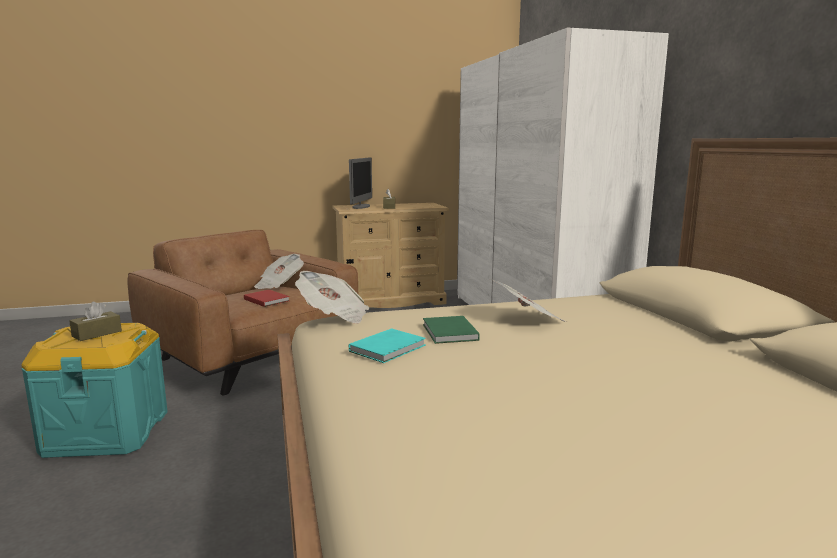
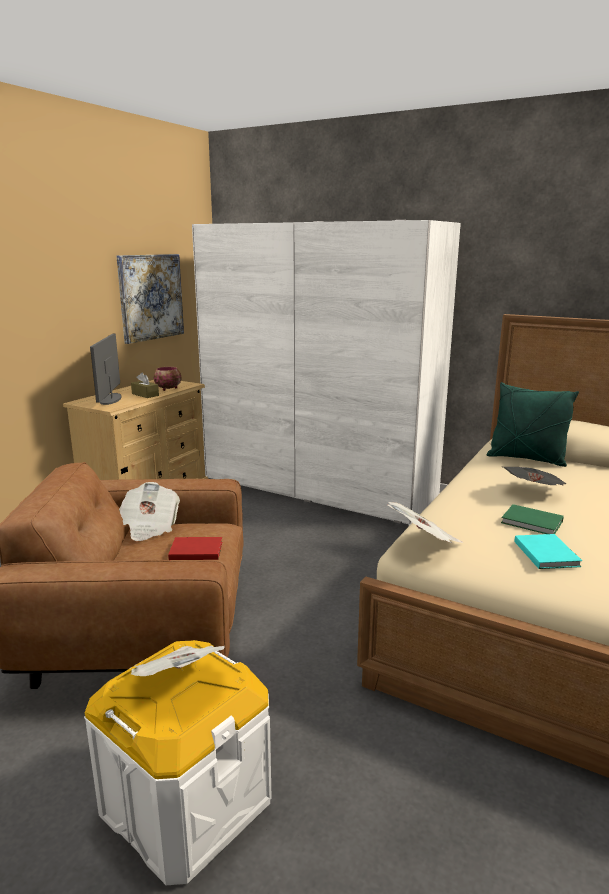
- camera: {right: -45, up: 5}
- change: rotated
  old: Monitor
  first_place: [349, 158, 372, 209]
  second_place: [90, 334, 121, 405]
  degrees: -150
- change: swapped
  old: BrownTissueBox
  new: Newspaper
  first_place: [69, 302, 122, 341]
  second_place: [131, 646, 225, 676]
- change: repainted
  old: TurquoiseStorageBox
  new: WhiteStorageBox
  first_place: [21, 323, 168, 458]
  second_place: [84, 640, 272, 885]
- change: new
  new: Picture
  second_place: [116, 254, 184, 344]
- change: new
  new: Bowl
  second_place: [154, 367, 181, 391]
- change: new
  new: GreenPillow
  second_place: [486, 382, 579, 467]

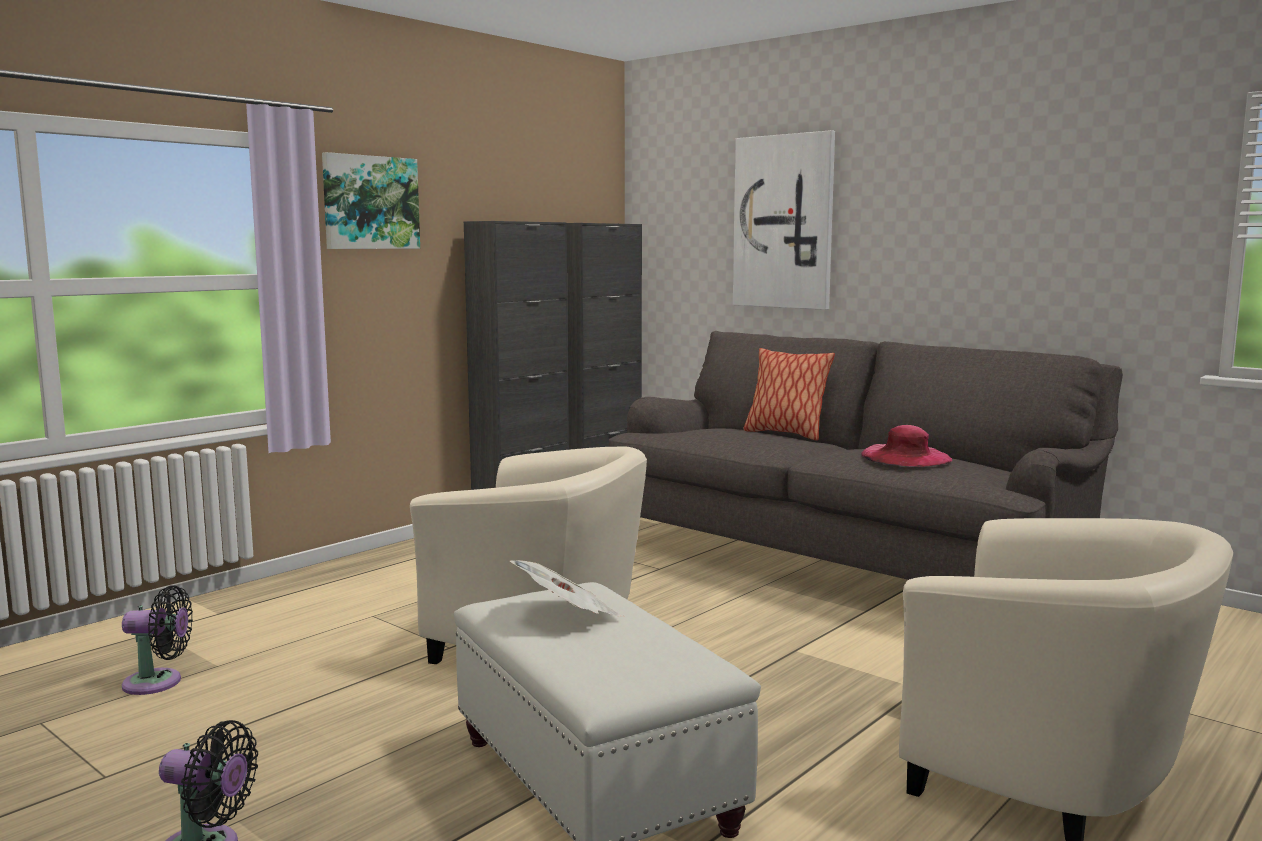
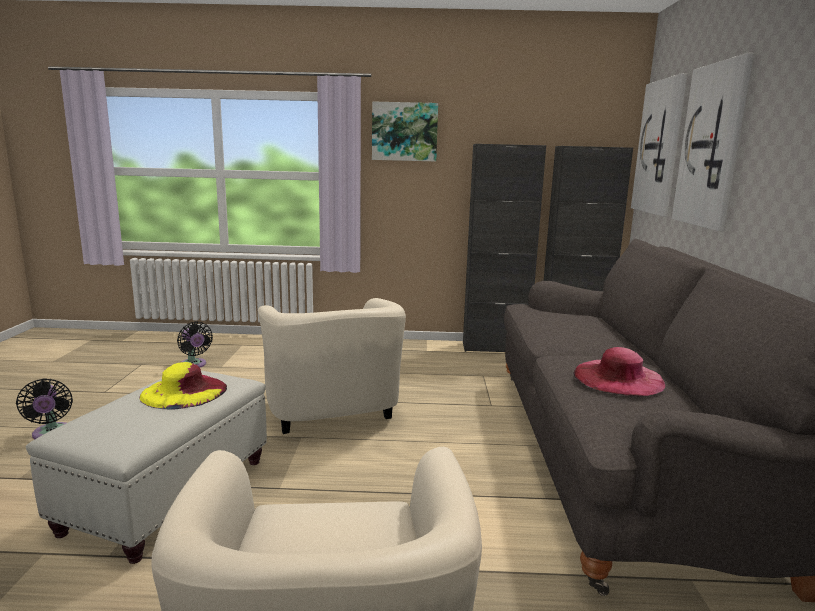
- camera: {right: 50, up: 5}
- change: gone
  old: Pillow
  first_place: [744, 348, 835, 441]
- change: swapped
  old: Newspaper
  new: YellowHat
  first_place: [509, 560, 624, 617]
  second_place: [139, 362, 227, 410]
- change: new
  new: Picture
  second_place: [631, 73, 688, 216]

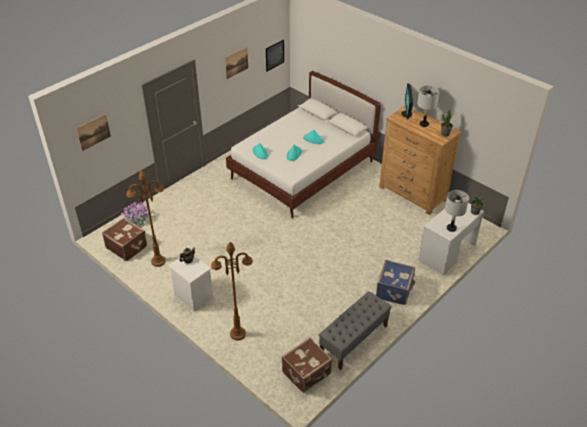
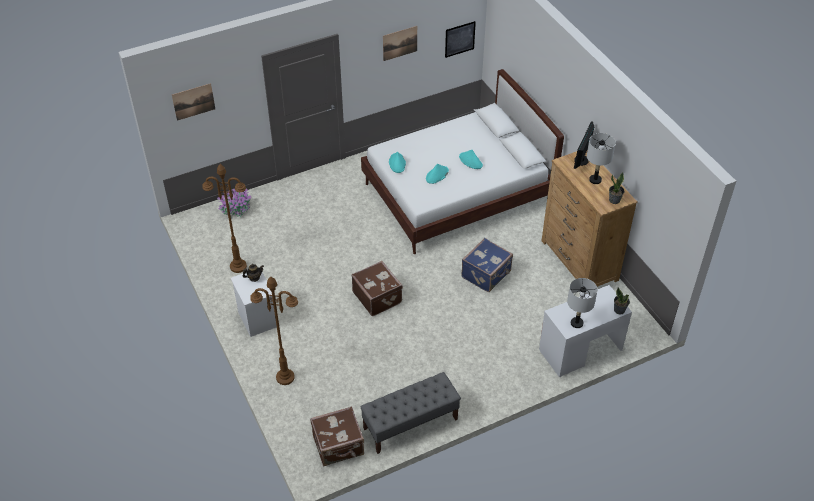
- camera: {right: 20, up: 5}
- change: shifted
  old: BrownSuitcase
  first_place: [102, 218, 147, 261]
  second_place: [352, 261, 403, 316]
- change: shifted
  old: BlueSuitcase
  first_place: [376, 260, 415, 305]
  second_place: [461, 238, 513, 292]

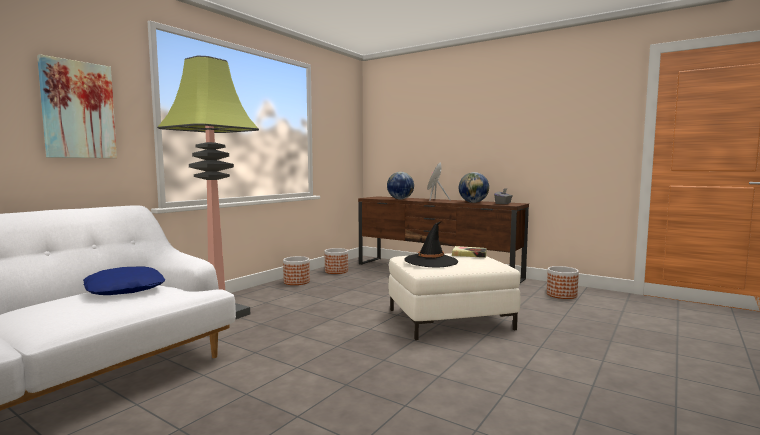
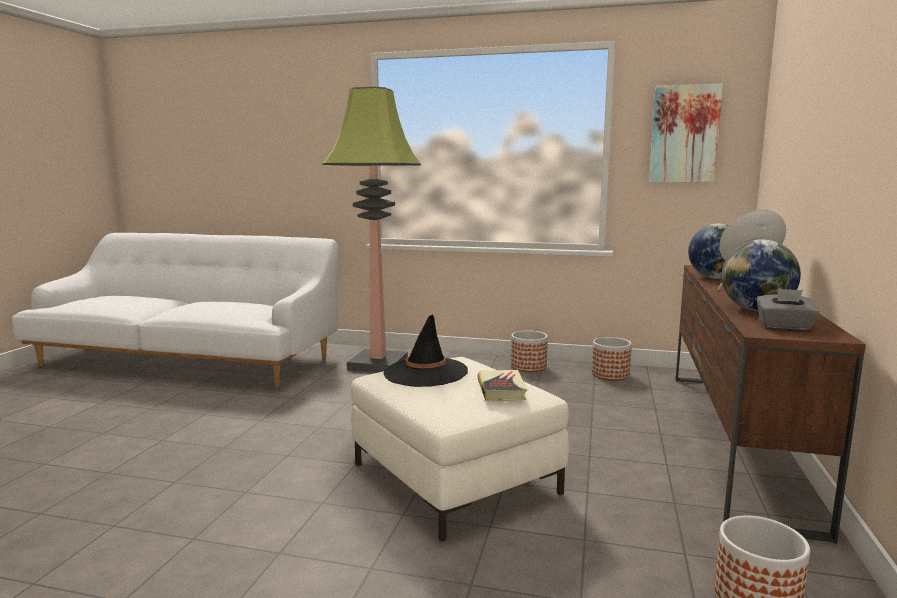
- camera: {right: 70, up: 5}
- change: shifted
  old: Picture
  first_place: [37, 54, 117, 158]
  second_place: [649, 83, 723, 183]
- change: gone
  old: BluePillow
  first_place: [83, 266, 165, 295]

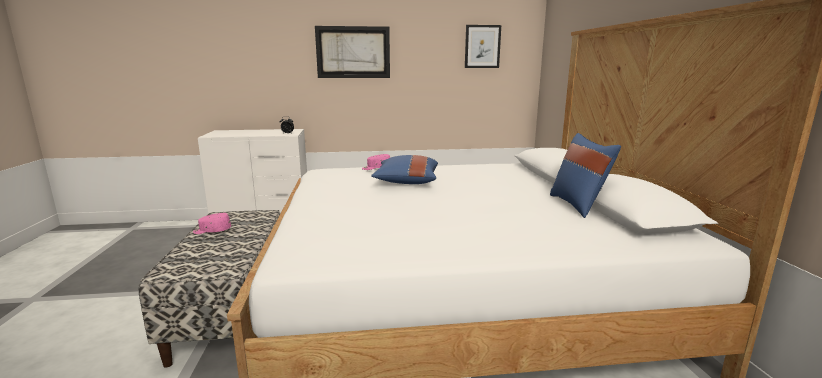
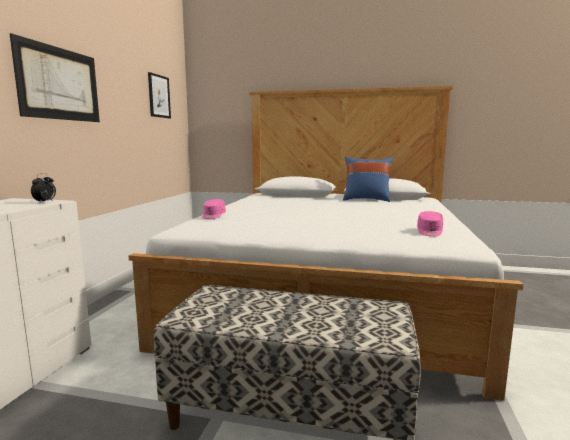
- camera: {right: -70, up: -5}
- change: gone
  old: BluePillow
  first_place: [371, 155, 438, 184]
- change: shifted
  old: PinkCap
  first_place: [193, 213, 231, 234]
  second_place: [417, 211, 443, 236]

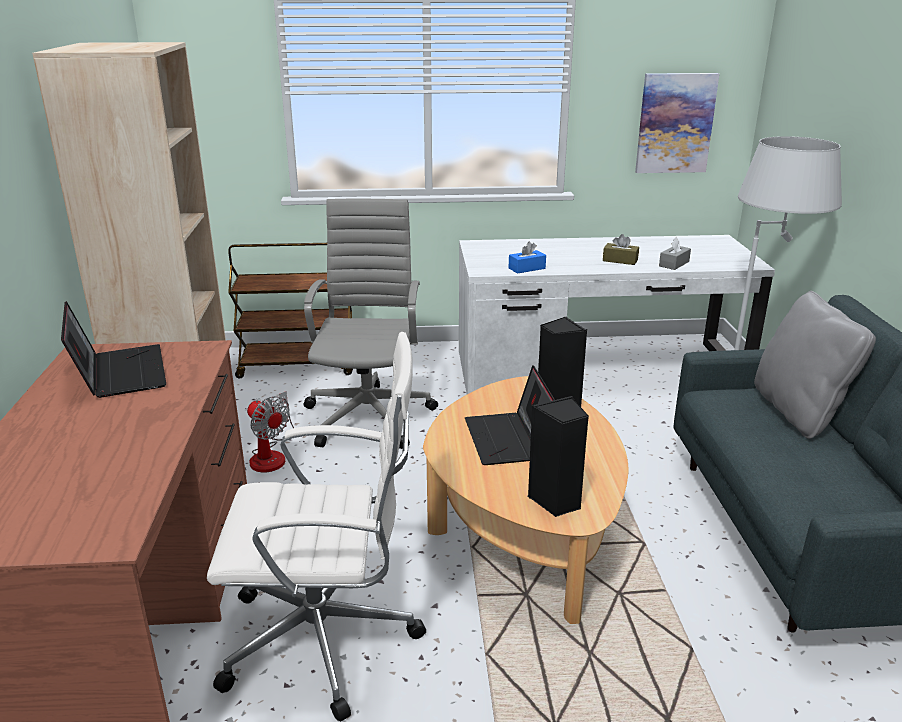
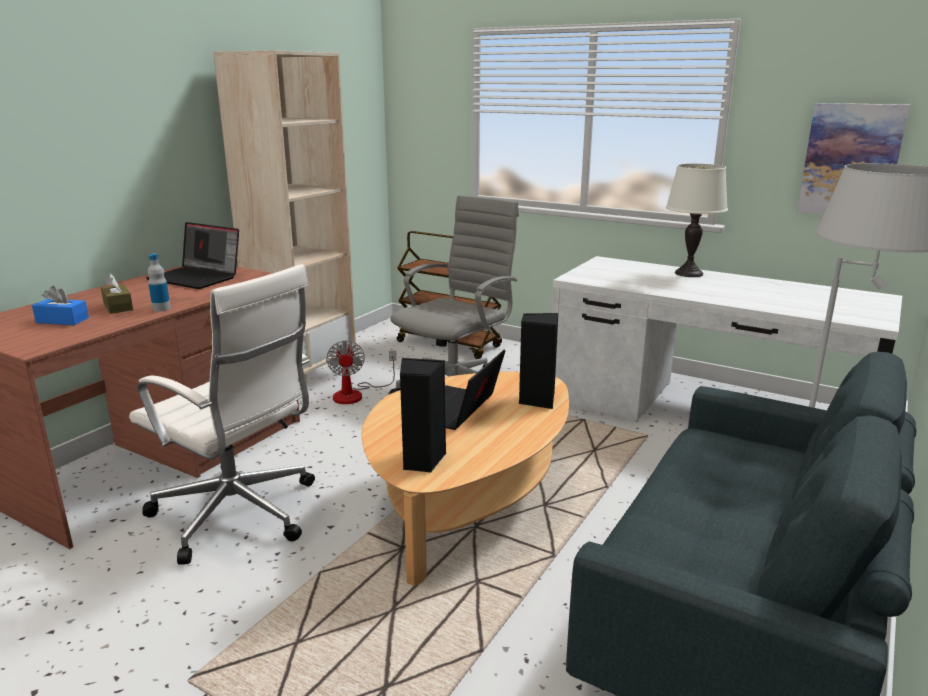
- camera: {right: 35, up: -5}
- change: shifted
  old: BrownTissueBox
  first_place: [603, 234, 639, 265]
  second_place: [101, 273, 133, 314]
- change: gone
  old: GreyTissueBox
  first_place: [659, 237, 691, 270]
- change: shifted
  old: BlueTissueBox
  first_place: [509, 242, 546, 274]
  second_place: [32, 286, 89, 325]
- change: gone
  old: GreyPillow
  first_place: [754, 291, 876, 439]
- change: rotated
  old: Laptop
  first_place: [61, 301, 166, 398]
  second_place: [146, 222, 239, 289]
  degrees: 105
- change: new
  new: WhiteTableLamp
  second_place: [666, 164, 728, 277]
- change: new
  new: Bottle
  second_place: [148, 254, 171, 312]

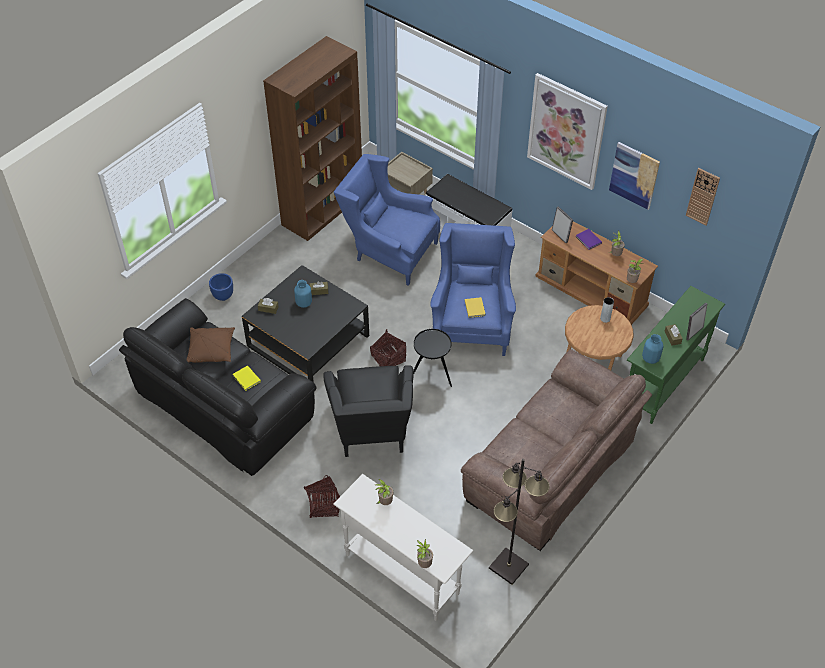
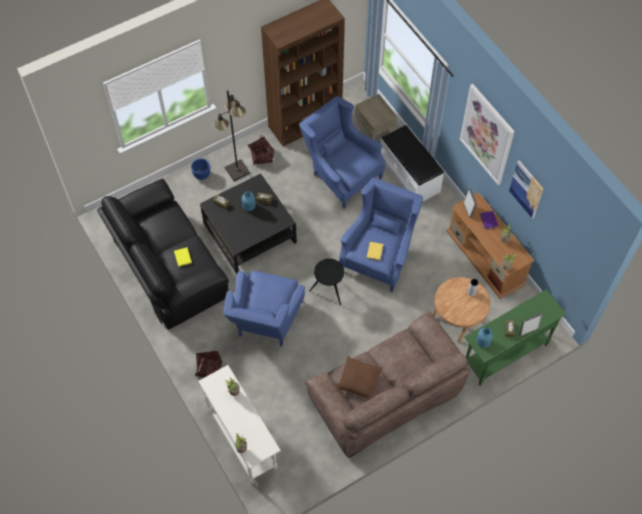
- camera: {right: 20, up: 10}
- change: gone
  old: WallClock
  first_place: [686, 168, 720, 225]
- change: shifted
  old: BrownPillow
  first_place: [186, 327, 235, 363]
  second_place: [337, 356, 383, 399]
- change: shifted
  old: Basket
  first_place: [370, 329, 406, 366]
  second_place: [248, 135, 274, 165]
- change: repainted
  old: BlackArmchair
  new: BlueArmchair
  first_place: [323, 365, 414, 457]
  second_place: [223, 271, 305, 346]
- change: shifted
  old: BlackFloorLamp
  first_place: [489, 459, 549, 585]
  second_place: [214, 90, 250, 181]

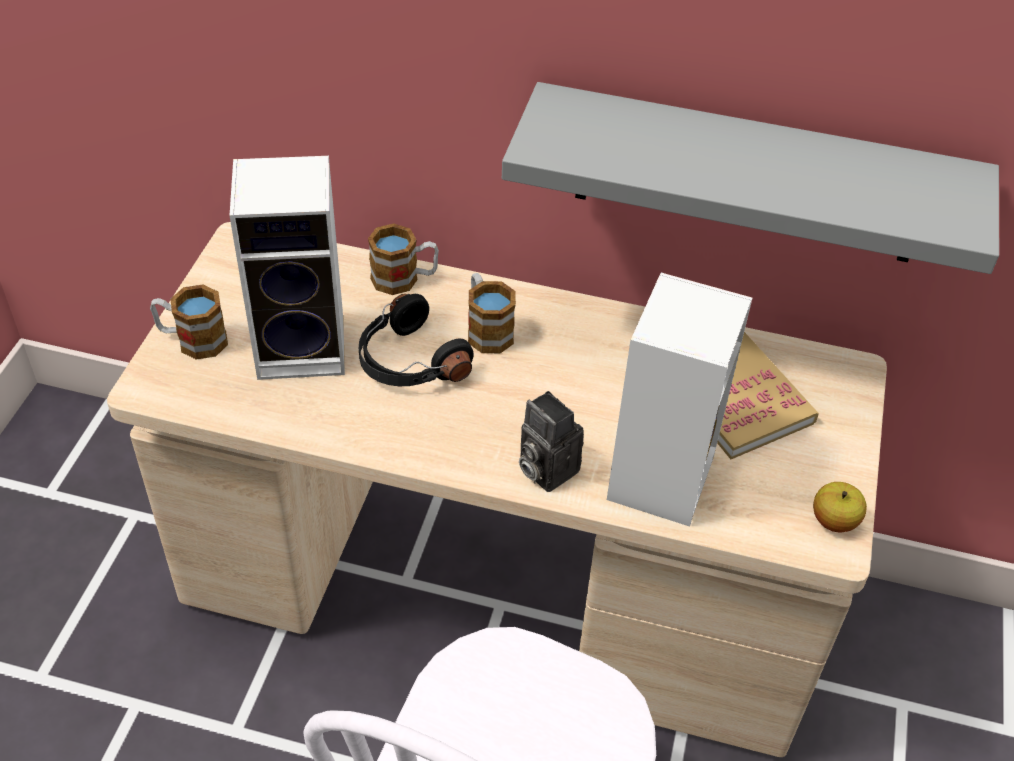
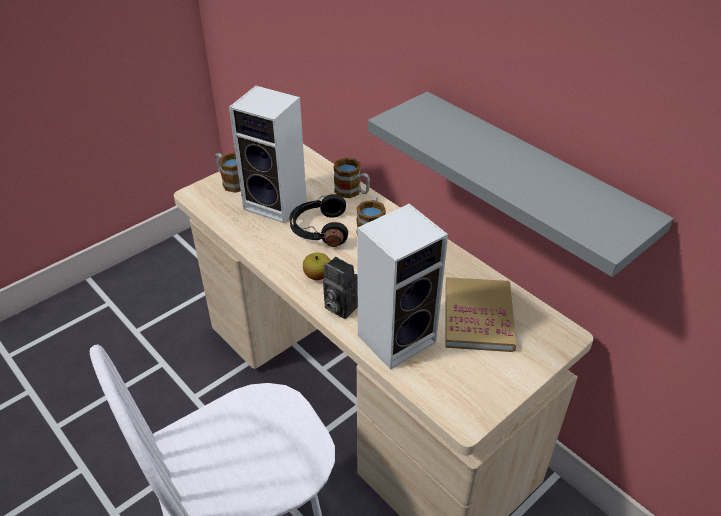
- camera: {right: 35, up: -5}
- change: rotated
  old: PhotoCamera
  first_place: [519, 391, 584, 492]
  second_place: [323, 257, 358, 319]
  degrees: -45
- change: shifted
  old: Apple
  first_place: [813, 482, 867, 532]
  second_place: [303, 253, 331, 280]

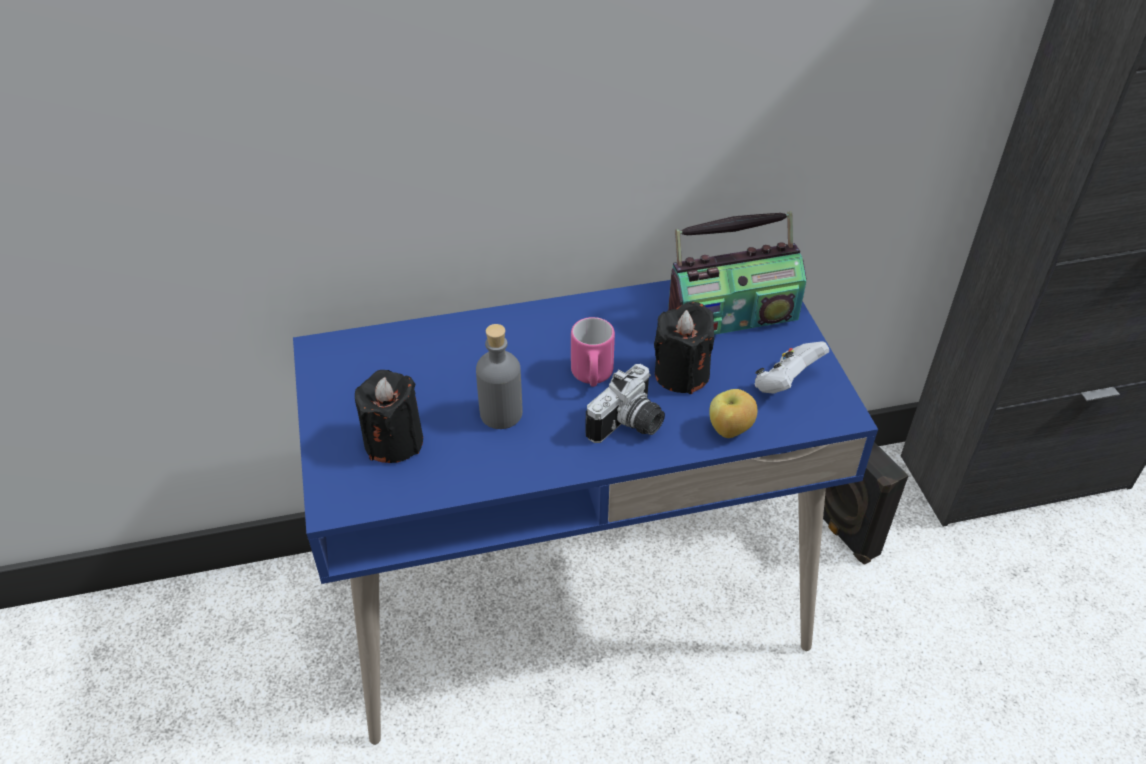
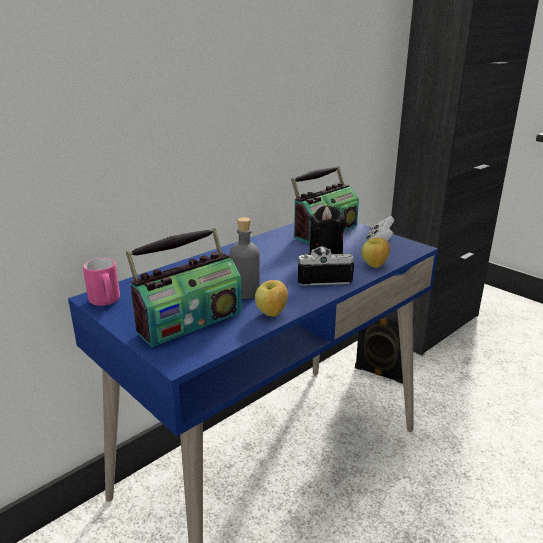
- camera: {right: -30, up: -20}
- change: shifted
  old: PinkMug
  first_place: [571, 317, 615, 387]
  second_place: [83, 258, 120, 306]
- change: rotated
  old: PhotoCamera
  first_place: [585, 364, 665, 443]
  second_place: [298, 246, 354, 286]
  degrees: -105
- change: swapped
  old: BlackCandle
  new: Radio
  first_place: [355, 370, 423, 463]
  second_place: [126, 228, 242, 347]
- change: new
  new: Apple
  second_place: [255, 280, 288, 317]

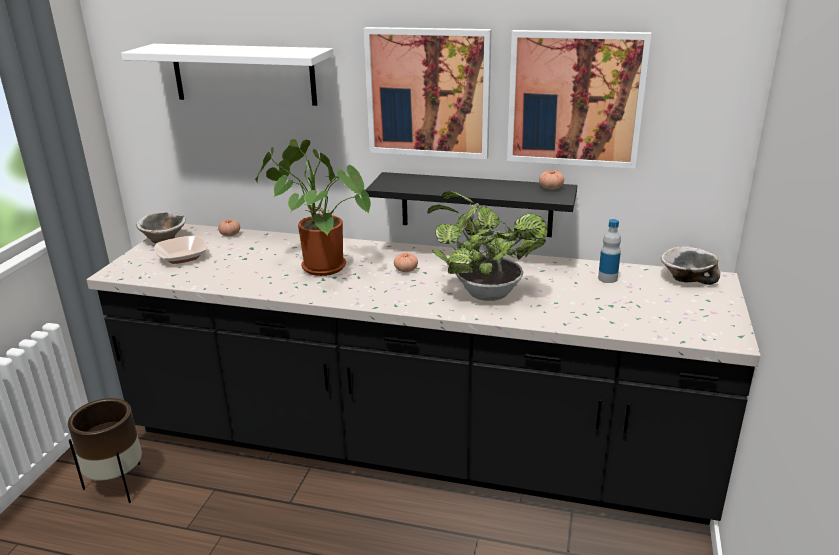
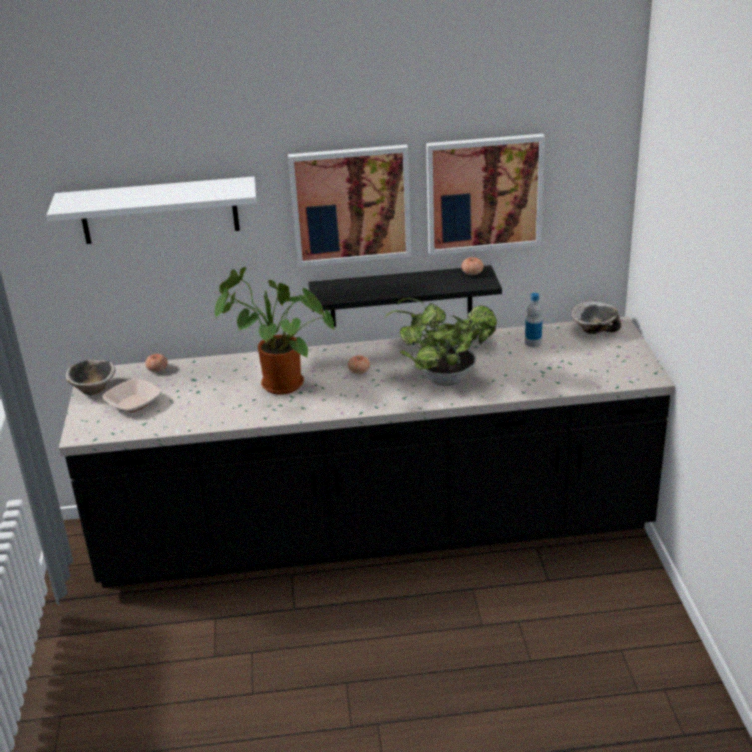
- camera: {right: -20, up: 5}
- change: gone
  old: BrownPlanter
  first_place: [68, 398, 142, 503]

